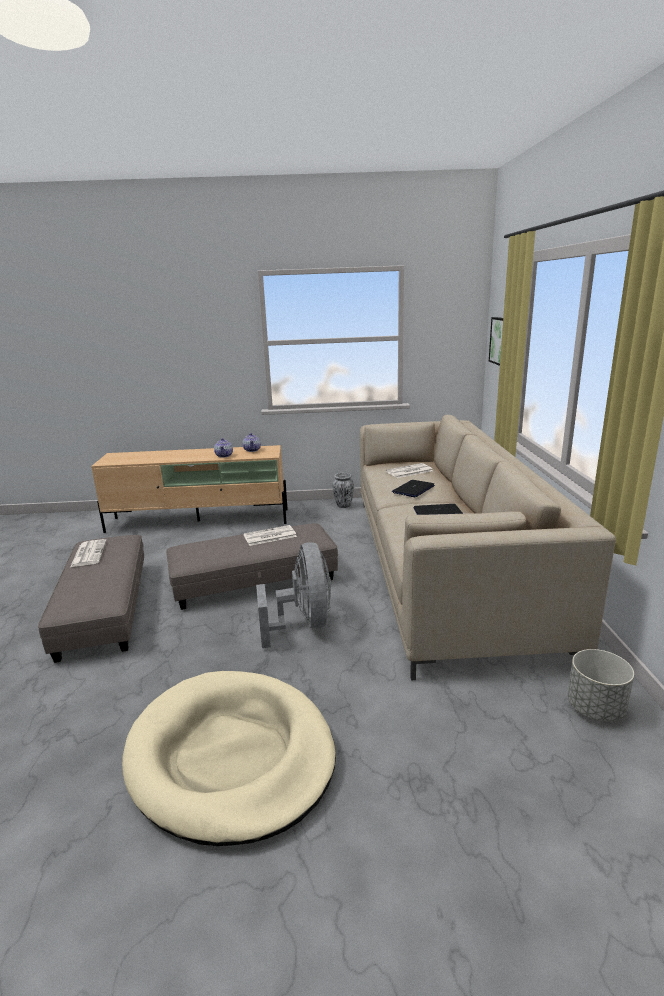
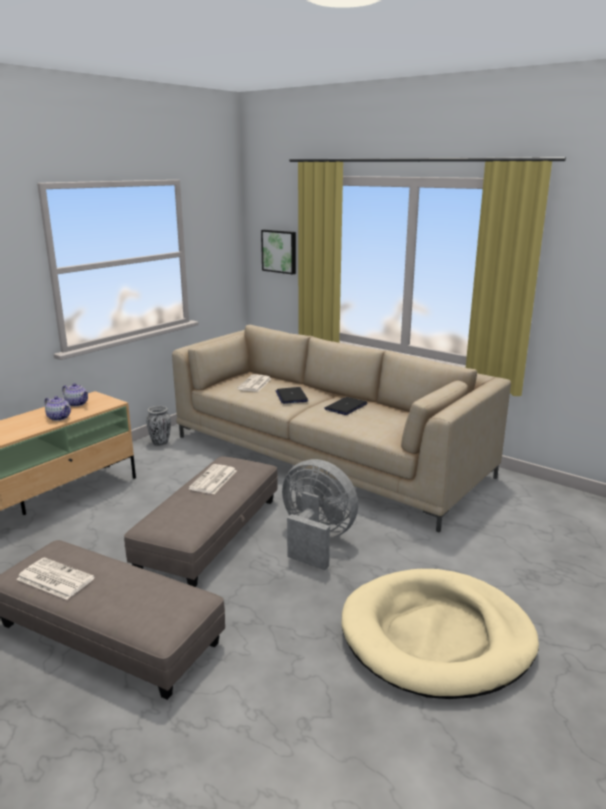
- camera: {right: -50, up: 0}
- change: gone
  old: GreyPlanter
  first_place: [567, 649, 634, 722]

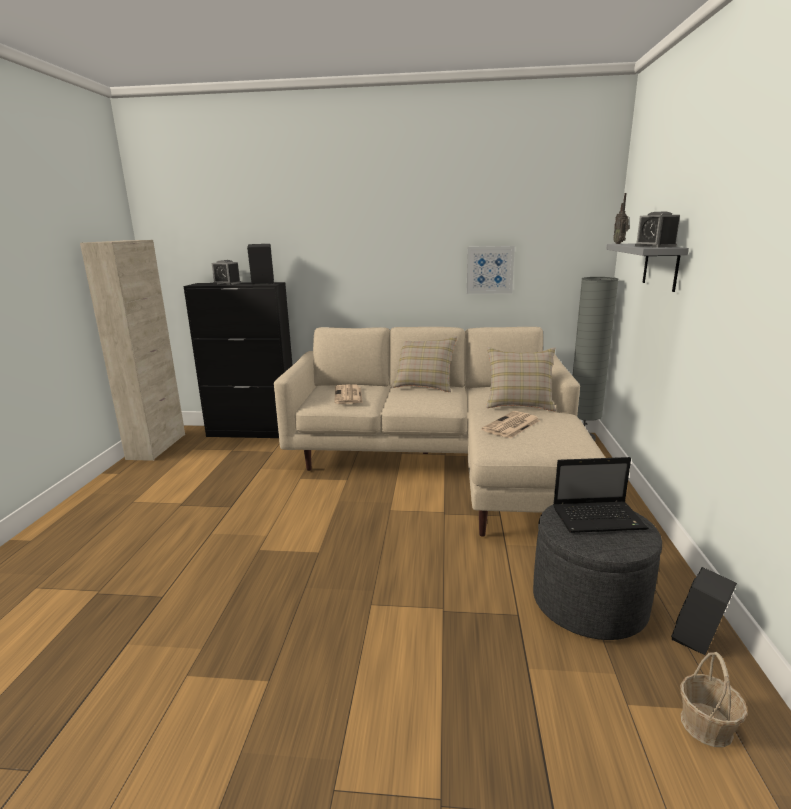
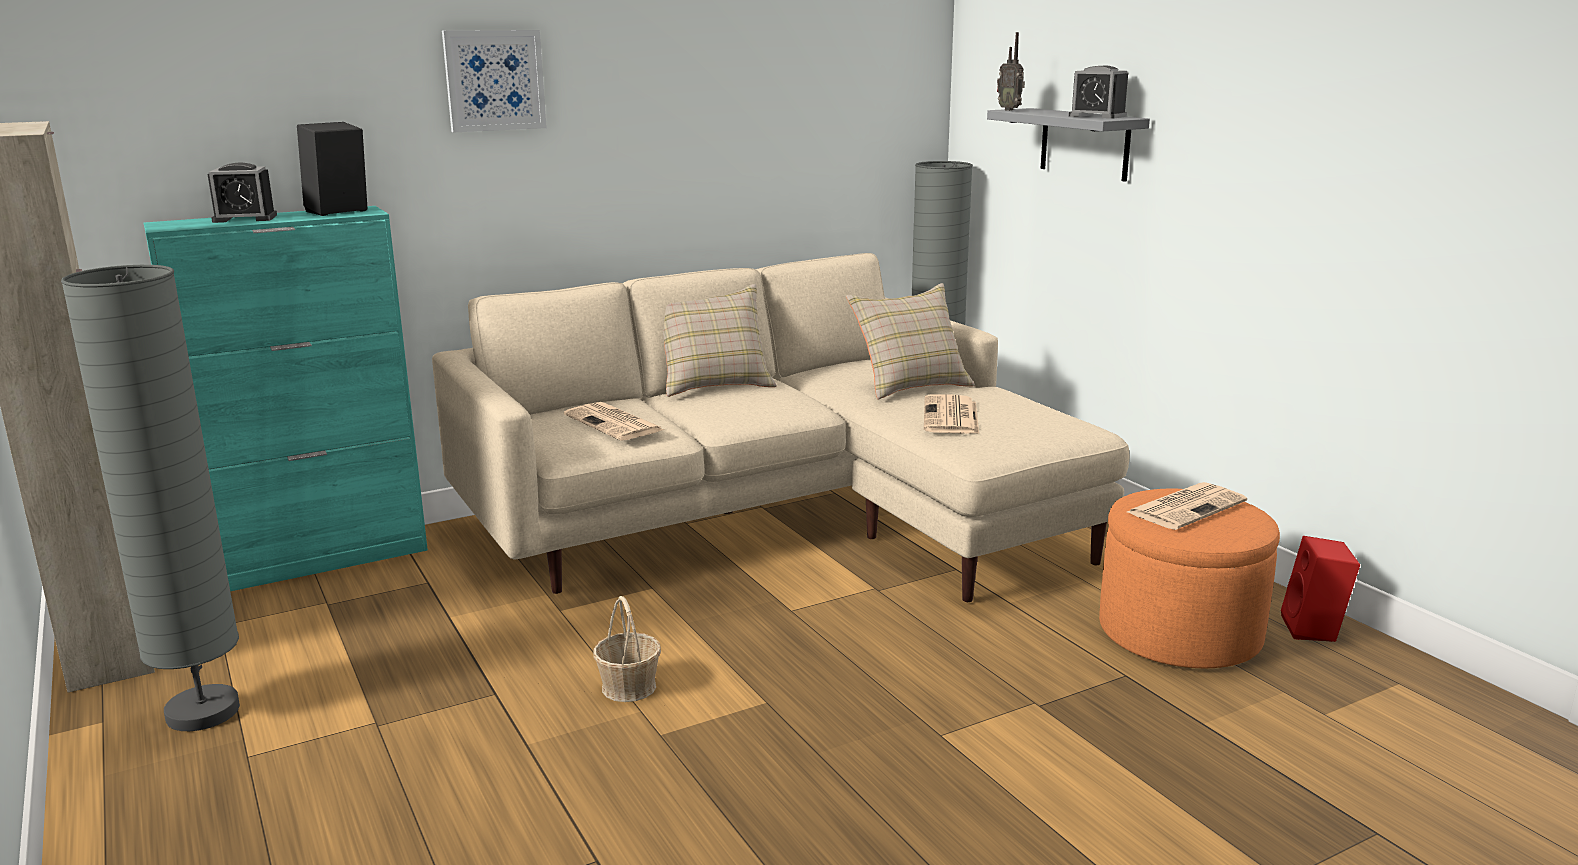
- camera: {right: -35, up: 0}
- change: shifted
  old: Picture
  first_place: [467, 246, 515, 294]
  second_place: [442, 30, 547, 133]
- change: repainted
  old: BlackCabinet
  new: TurquoiseCabinet
  first_place: [183, 282, 292, 438]
  second_place: [144, 206, 428, 591]
- change: swapped
  old: Laptop
  new: Newspaper
  first_place: [553, 457, 649, 533]
  second_place: [1127, 482, 1247, 530]
- change: repainted
  old: GreyOttoman
  new: OrangeOttoman
  first_place: [533, 505, 662, 640]
  second_place: [1099, 489, 1280, 668]
- change: repainted
  old: BlackSpeaker
  new: RedSpeaker
  first_place: [672, 567, 737, 655]
  second_place: [1281, 536, 1360, 642]
- change: shifted
  old: Basket
  first_place: [680, 652, 748, 747]
  second_place: [593, 596, 661, 702]
- change: new
  new: GreyFloorLamp
  second_place: [61, 265, 240, 731]

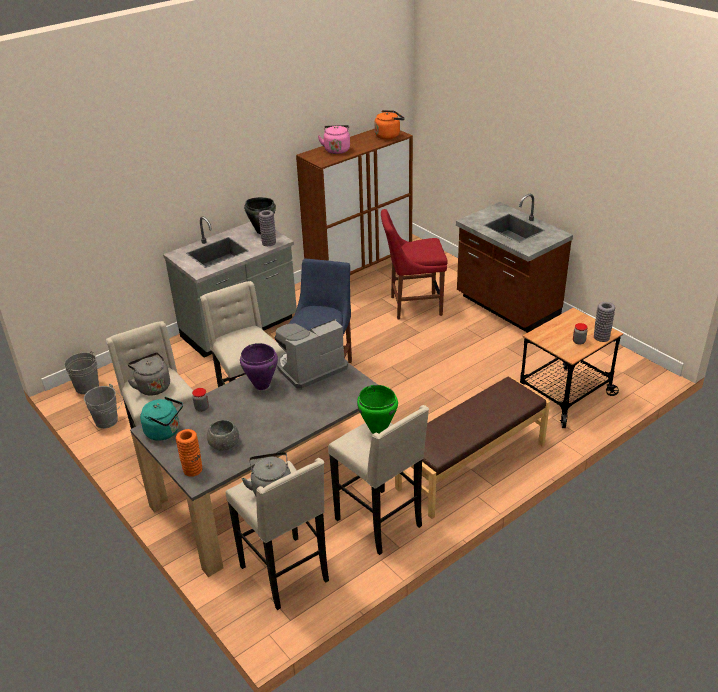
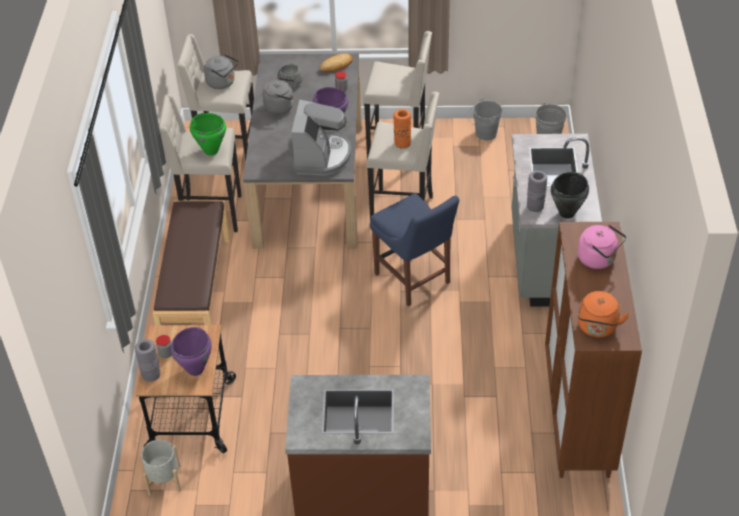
- camera: {right: 130, up: 10}
- change: gone
  old: RedChair
  first_place: [381, 209, 448, 319]
- change: shifted
  old: GreyKettle
  first_place: [128, 352, 170, 396]
  second_place: [263, 77, 296, 114]
- change: swapped
  old: TurquoiseKettle
  new: Bread
  first_place: [140, 397, 183, 441]
  second_place: [319, 53, 353, 72]
- change: shifted
  old: OrangeVase
  first_place: [176, 429, 202, 477]
  second_place: [394, 109, 411, 149]
- change: new
  new: PurpleCookingPot
  second_place: [171, 327, 212, 376]
- change: new
  new: GreyPlanter
  second_place: [141, 439, 181, 496]

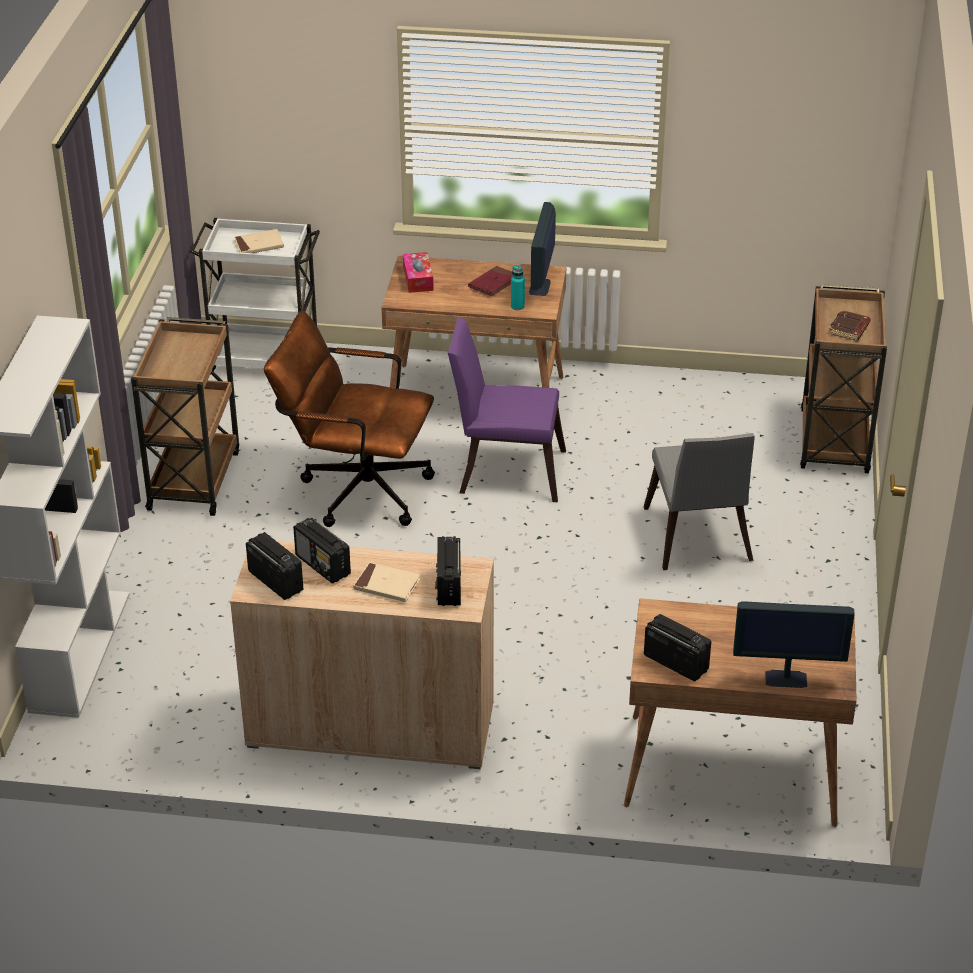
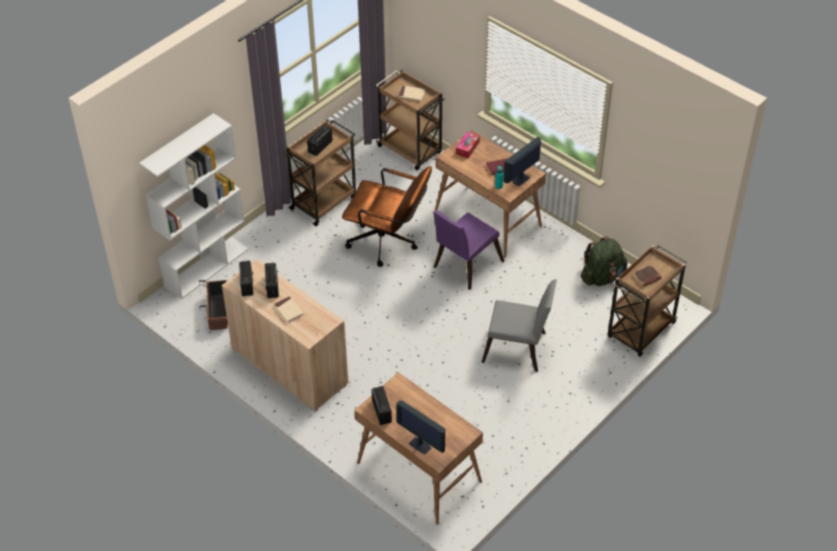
- camera: {right: 35, up: 10}
- change: repainted
  old: WhiteCart
  new: BrownCart
  first_place: [190, 218, 320, 375]
  second_place: [376, 70, 445, 170]
- change: rotated
  old: BrownOfficeChair
  first_place: [264, 311, 435, 527]
  second_place: [342, 166, 432, 267]
  degrees: 150
- change: rotated
  old: PurpleChair
  first_place: [448, 317, 566, 502]
  second_place: [433, 210, 504, 290]
  degrees: -90
- change: rotated
  old: GreyChair
  first_place: [644, 433, 755, 570]
  second_place: [481, 279, 557, 372]
  degrees: -105
- change: shifted
  old: Radio
  first_place: [435, 536, 461, 606]
  second_place: [307, 125, 333, 156]
- change: new
  new: GreenBackpack
  second_place: [581, 237, 627, 286]
- change: new
  new: Planter
  second_place: [199, 280, 228, 330]

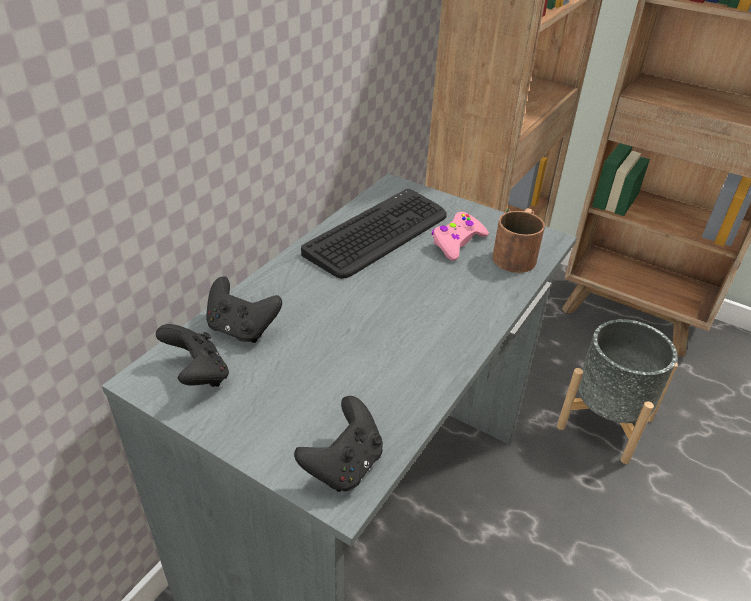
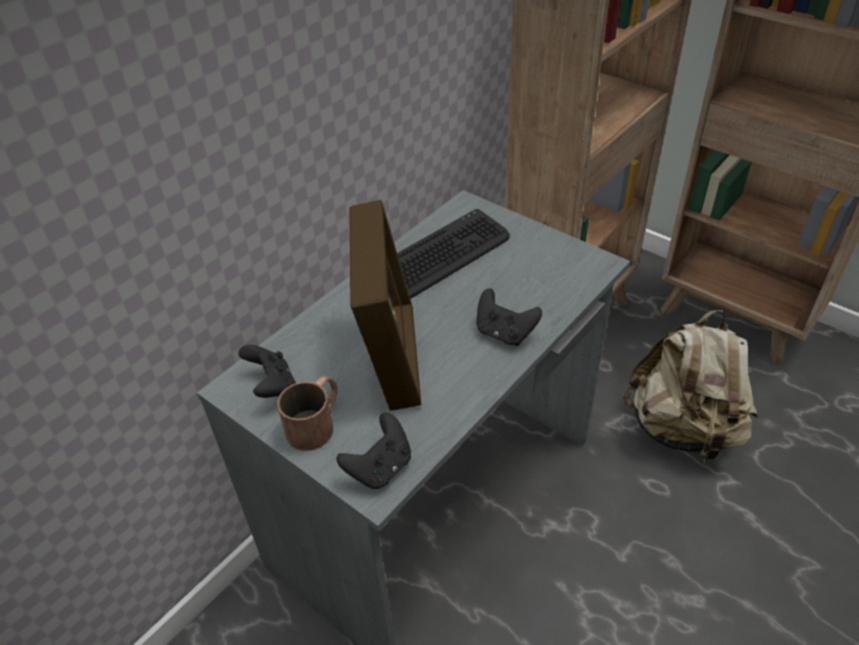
- camera: {right: 10, up: 5}
- change: shifted
  old: BrownMug
  first_place: [493, 208, 545, 273]
  second_place: [277, 376, 337, 451]
- change: gone
  old: PinkGameController
  first_place: [432, 212, 489, 261]
- change: shifted
  old: BlackGameController
  first_place: [206, 276, 282, 343]
  second_place: [477, 288, 542, 346]
- change: swapped
  old: GreyPlanter
  new: BeigeBackpack
  first_place: [557, 319, 678, 464]
  second_place: [623, 310, 758, 464]
- change: new
  new: PictureFrame
  second_place: [349, 200, 421, 411]

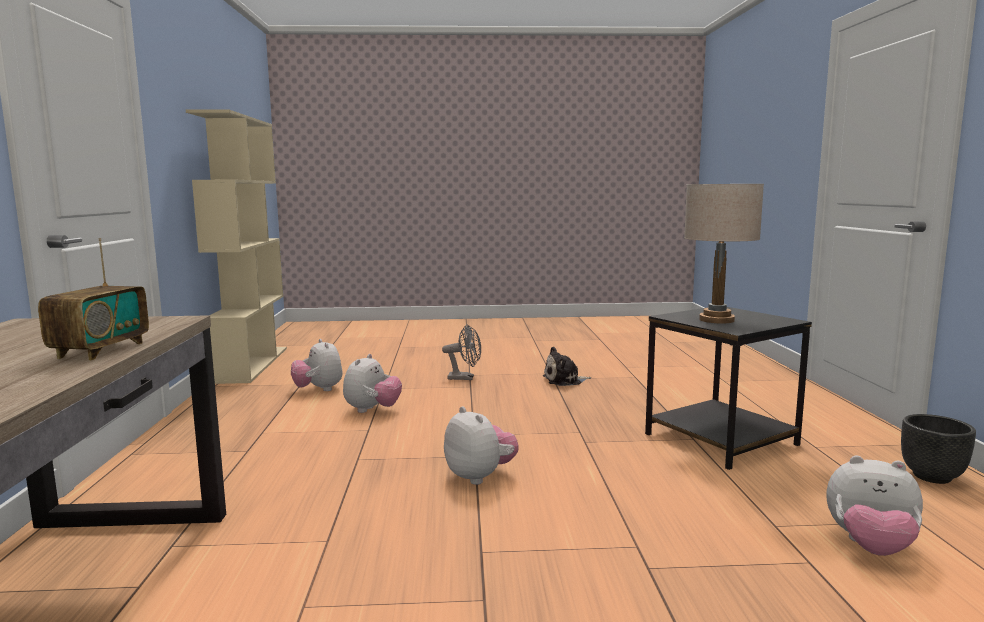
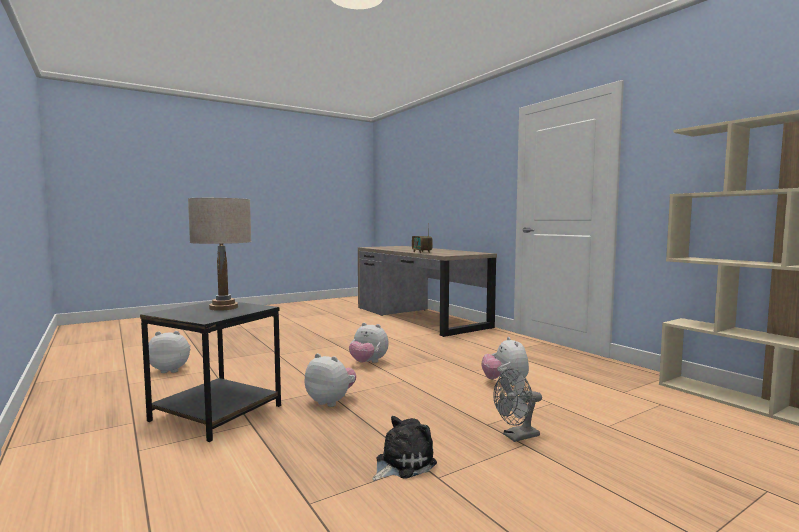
- camera: {right: 150, up: -5}
- change: shifted
  old: PlushToy
  first_place: [291, 339, 343, 391]
  second_place: [305, 353, 356, 407]
- change: gone
  old: BlackPlanter
  first_place: [901, 414, 976, 484]

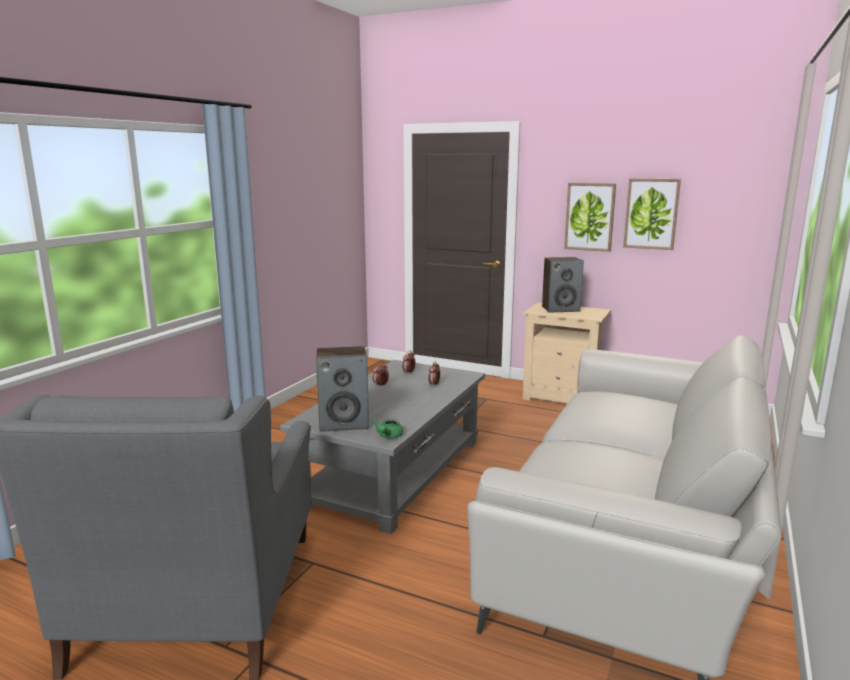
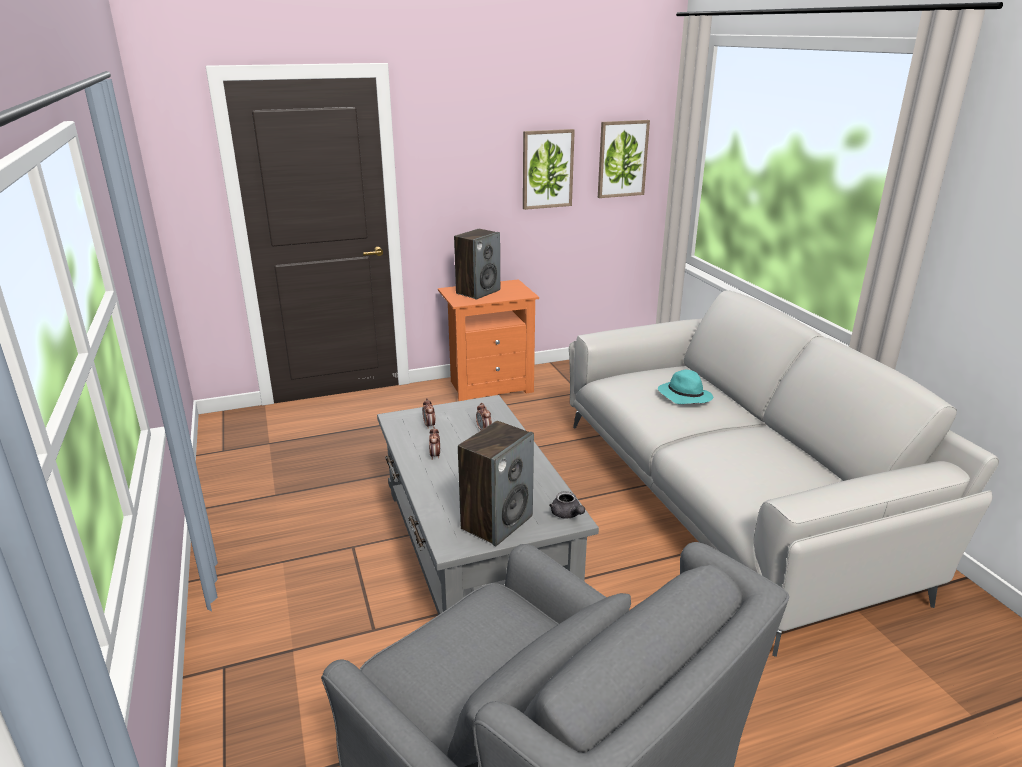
- camera: {right: -45, up: 10}
- change: shifted
  old: Picture
  first_place: [564, 183, 616, 252]
  second_place: [598, 120, 650, 198]
- change: repainted
  old: BeigeNightstand
  new: OrangeNightstand
  first_place: [523, 303, 611, 403]
  second_place: [438, 279, 539, 401]
- change: repainted
  old: GreenTeapot
  new: GreyTeapot
  first_place: [373, 418, 403, 439]
  second_place: [549, 491, 585, 519]
- change: new
  new: TurquoiseHat
  second_place: [658, 370, 713, 404]

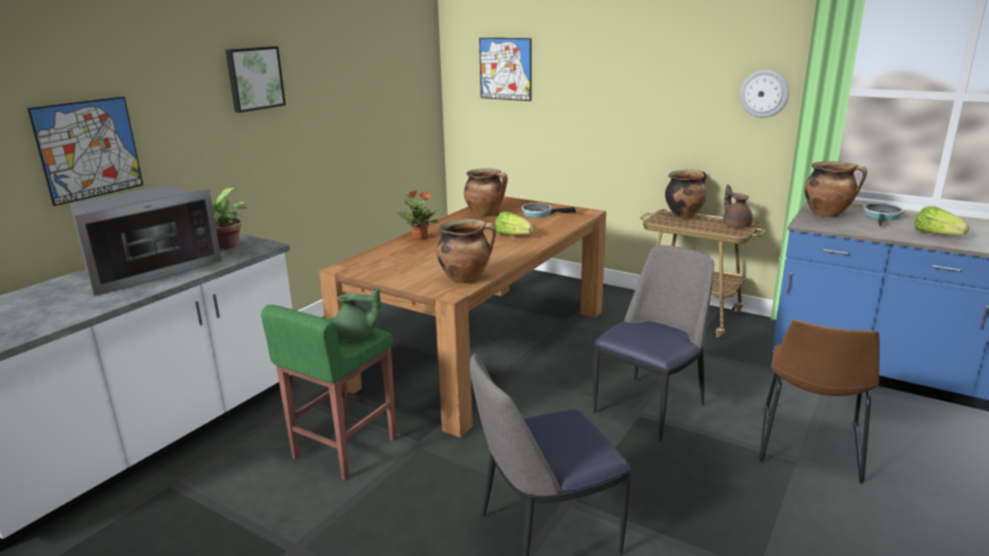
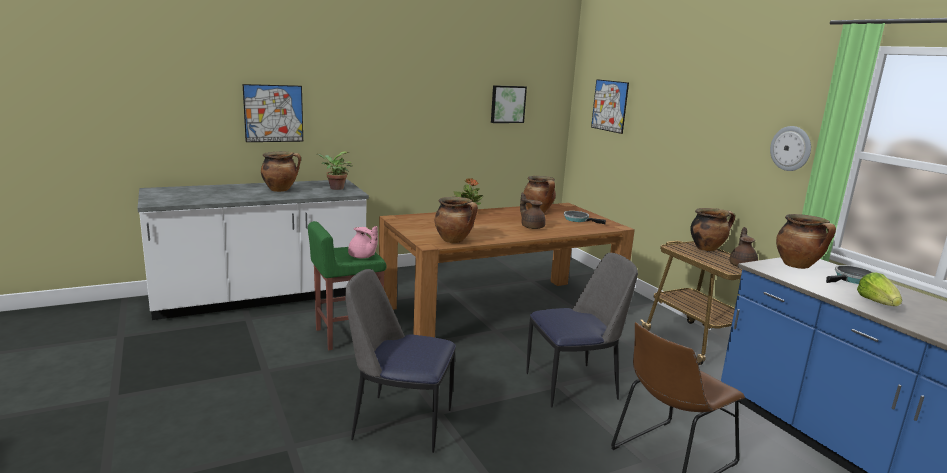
- camera: {right: 30, up: -5}
- change: shifted
  old: Picture
  first_place: [225, 46, 286, 113]
  second_place: [491, 85, 527, 123]
- change: swapped
  old: Microwave
  new: CookingPot
  first_place: [70, 185, 222, 296]
  second_place: [261, 152, 301, 192]
- change: swapped
  old: Lettuce
  new: BrownTeapot
  first_place: [495, 212, 533, 235]
  second_place: [520, 193, 546, 229]
- change: repainted
  old: GreenTeapot
  new: PinkTeapot
  first_place: [334, 287, 381, 340]
  second_place: [348, 226, 378, 258]

